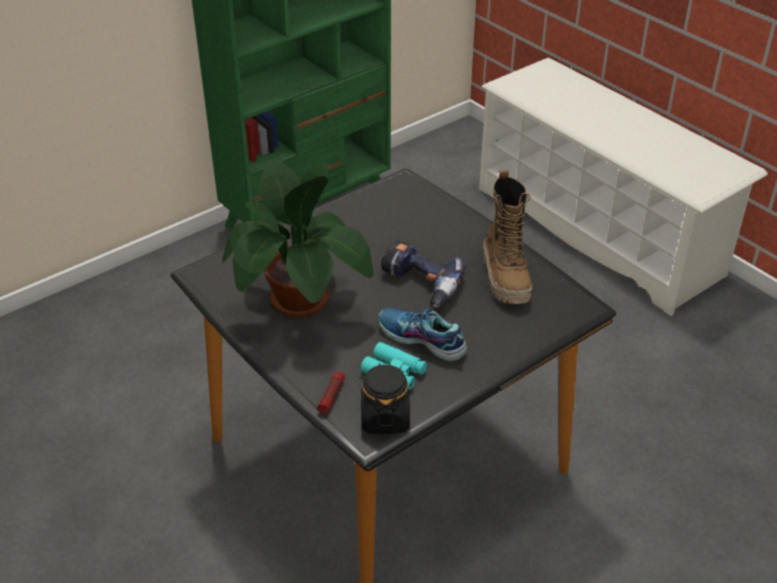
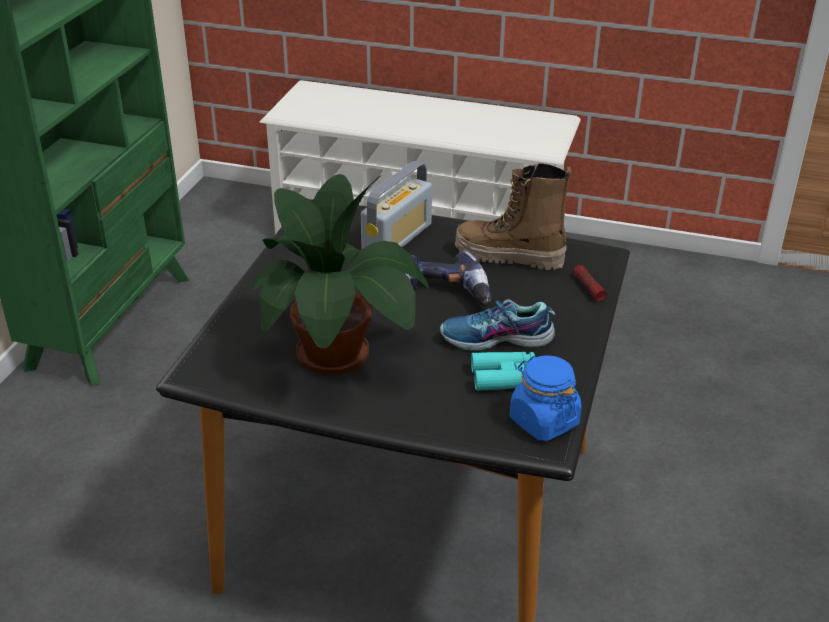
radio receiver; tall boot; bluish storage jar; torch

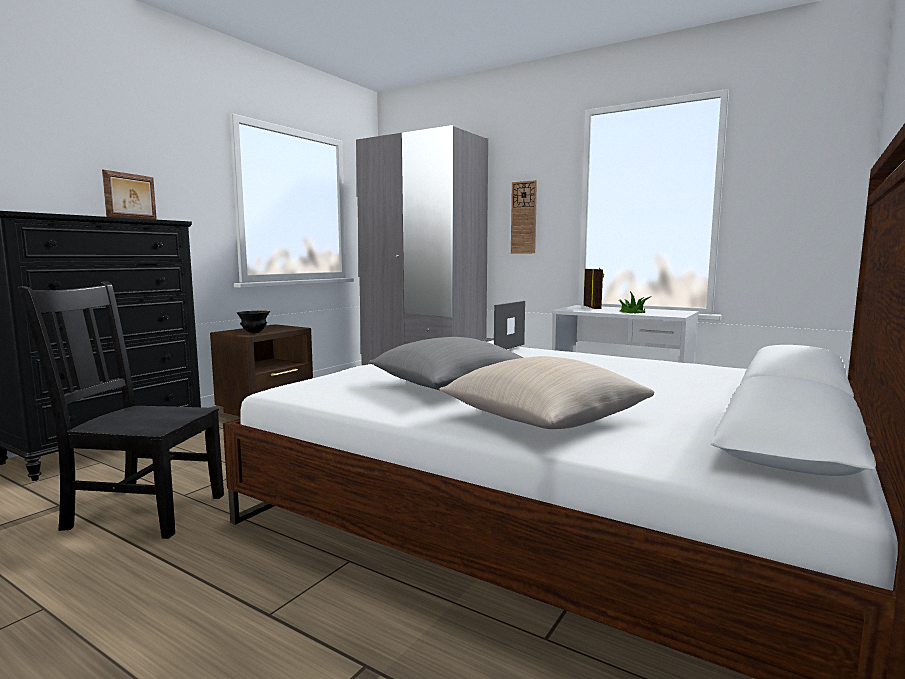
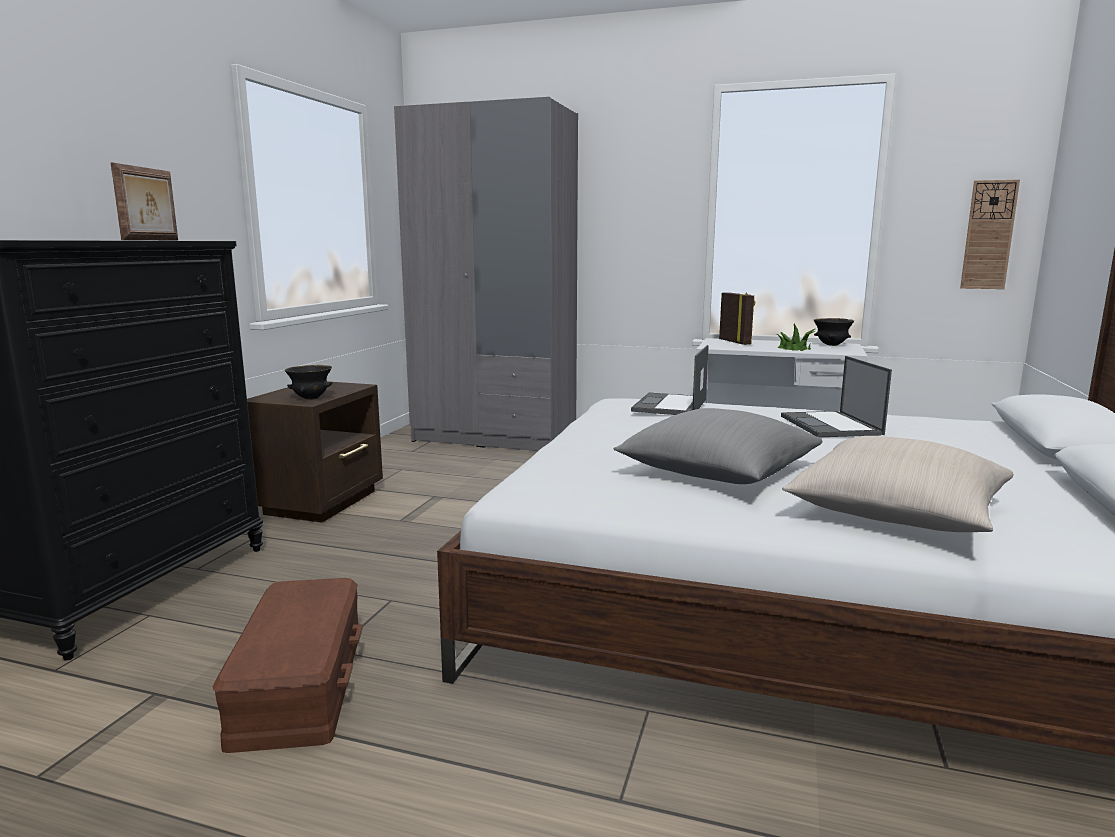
brownish storage container; notebook computer (2nd from left); black deep dish (2nd from left); hanging clock

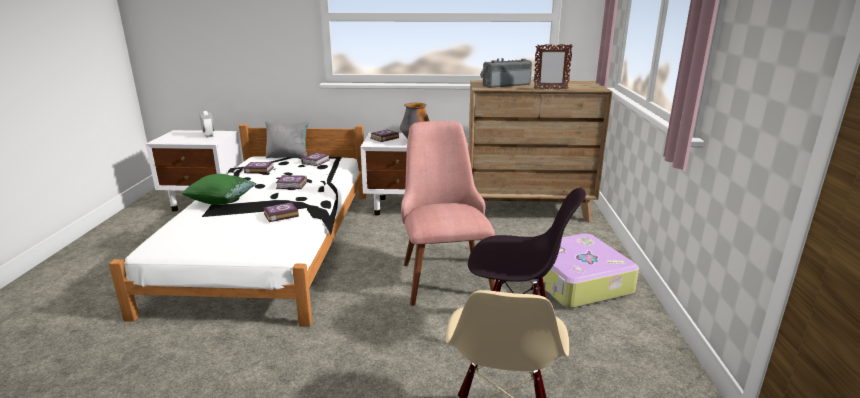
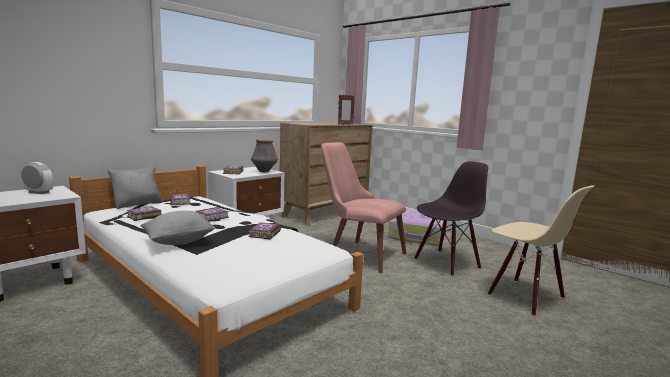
grey cushion (2nd from left); radio receiver

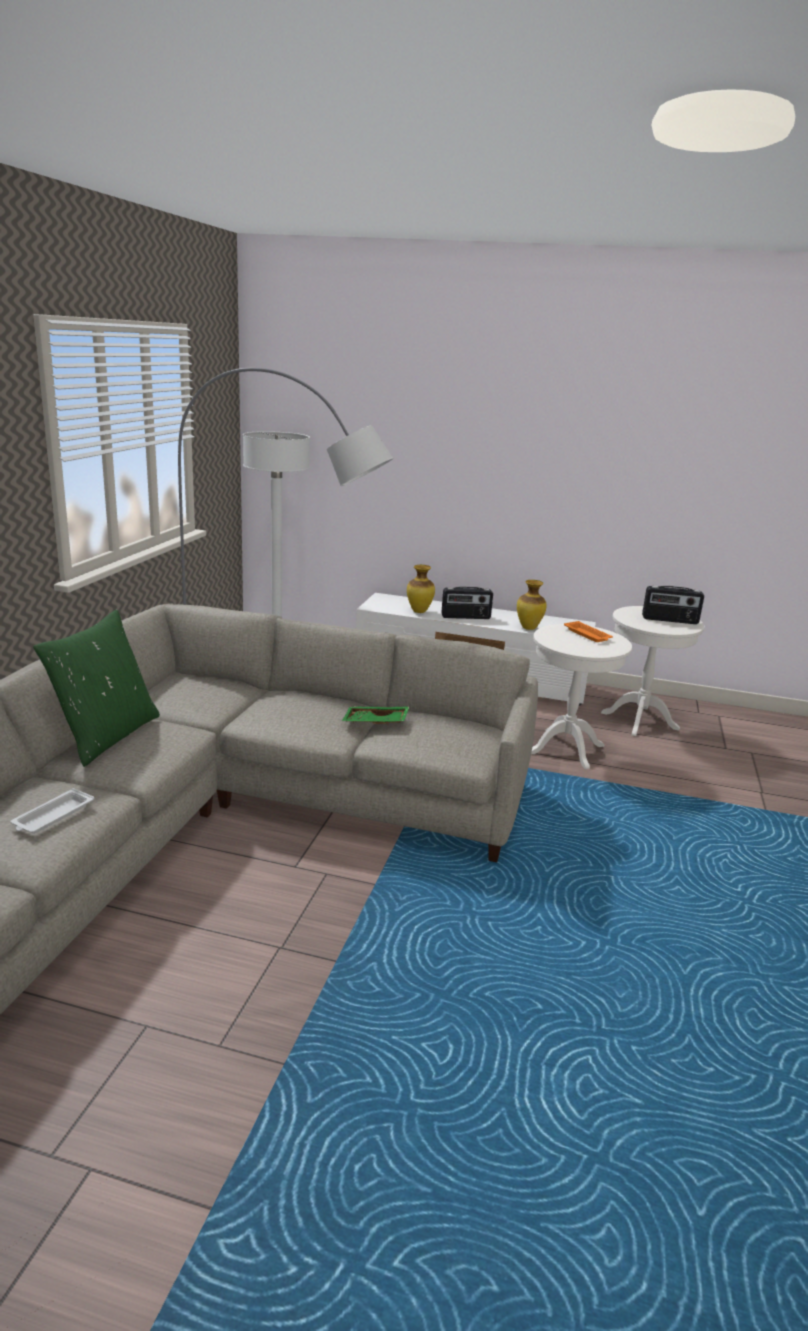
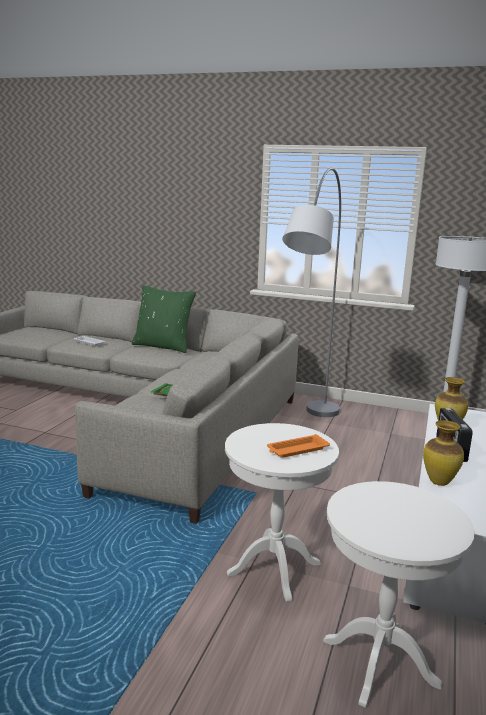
radio receiver (2nd from left in the first image)

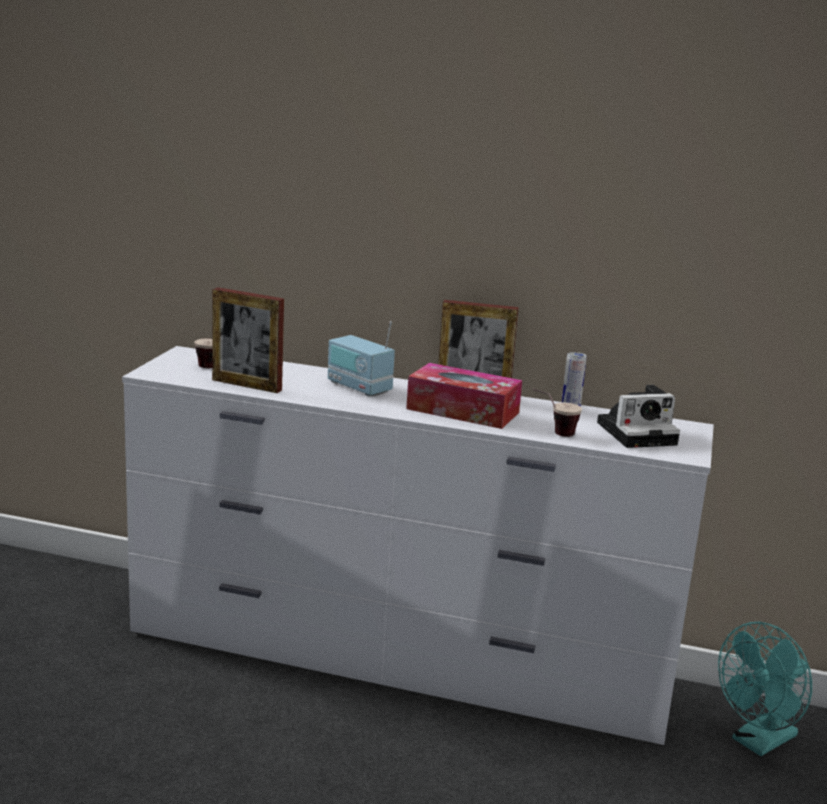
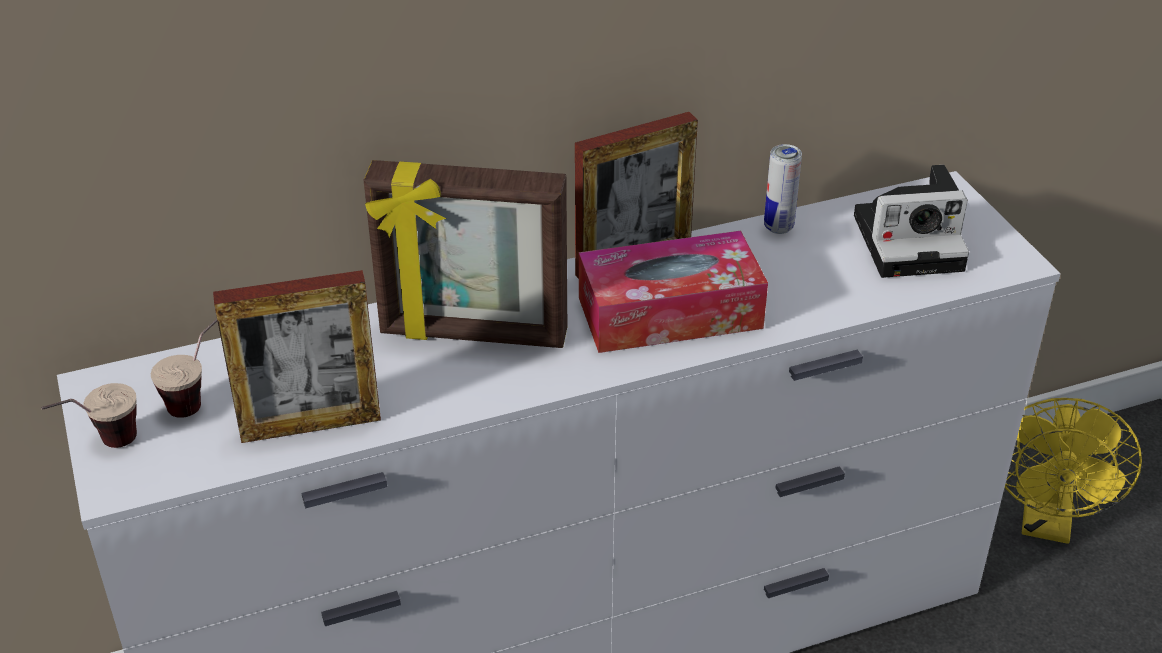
cup (1st from left); photo frame (2nd from left); photo camera; yellow fan

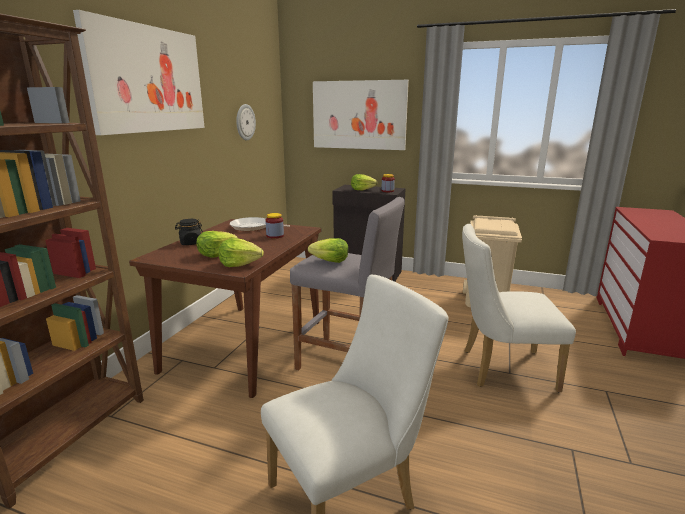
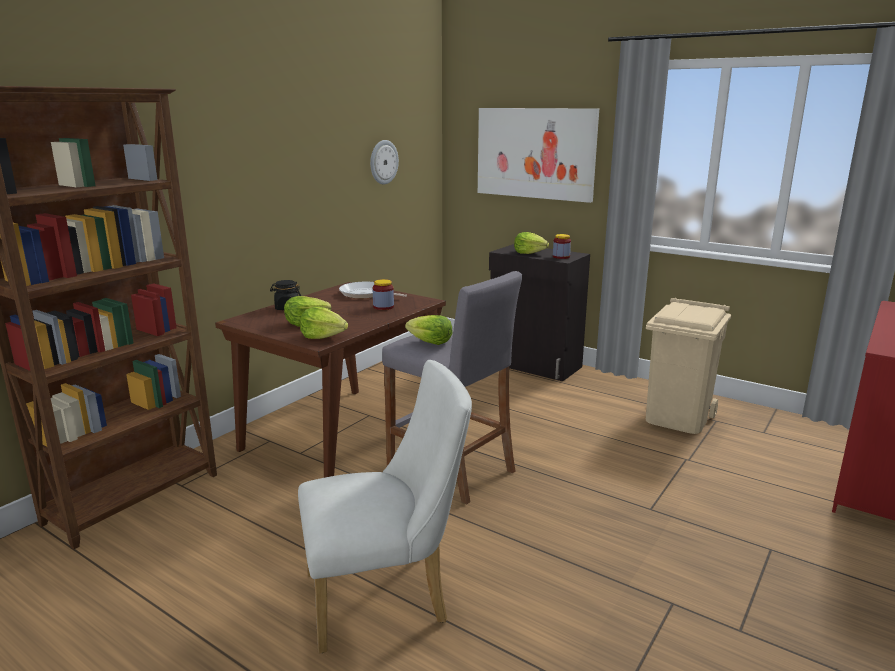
picture (1st from left in the first image); white-coloured chair (2nd from left in the first image)

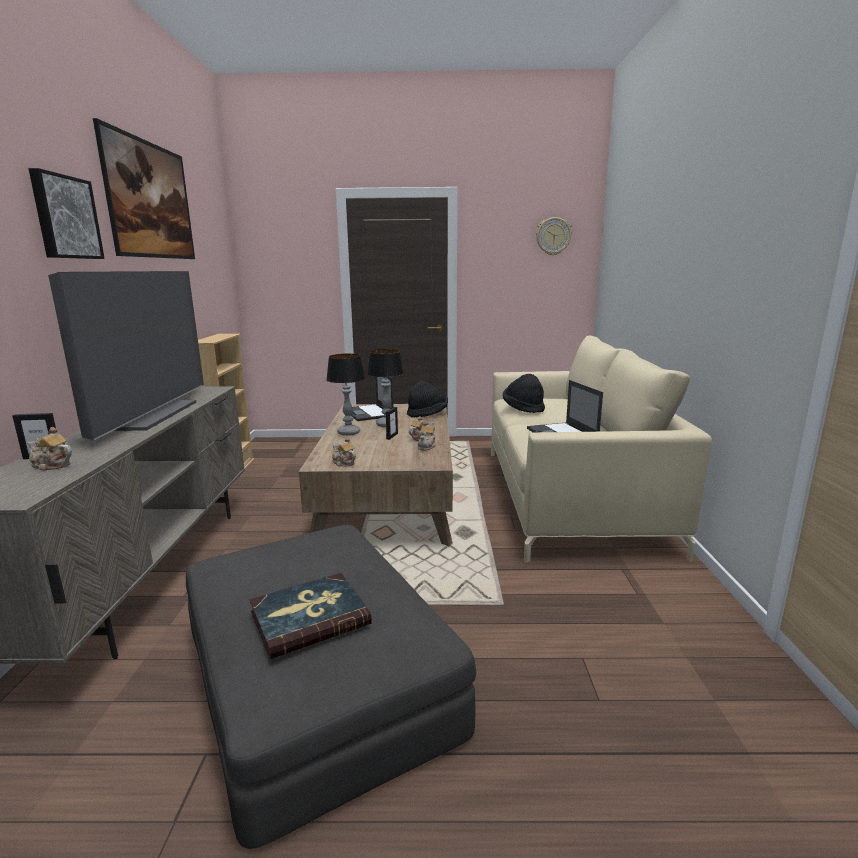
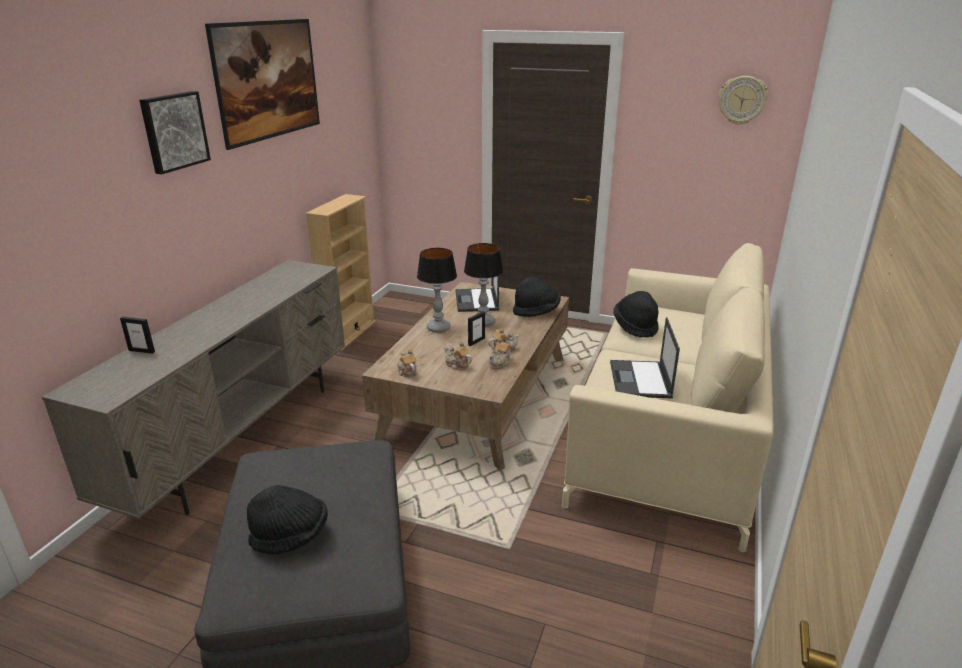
black clothing hat (1st from left); teapot (2nd from left); TV set

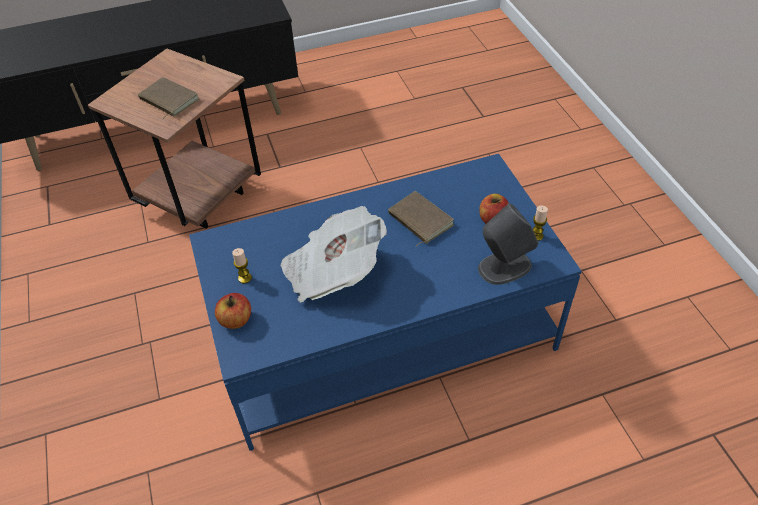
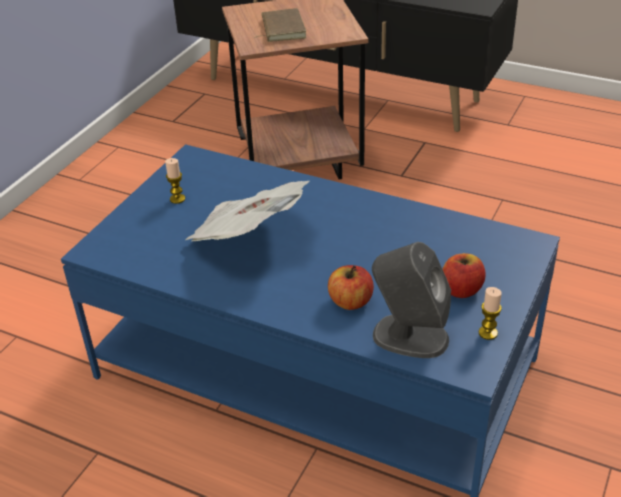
whole apple (1st from left); brownish book (2nd from left in the first image)

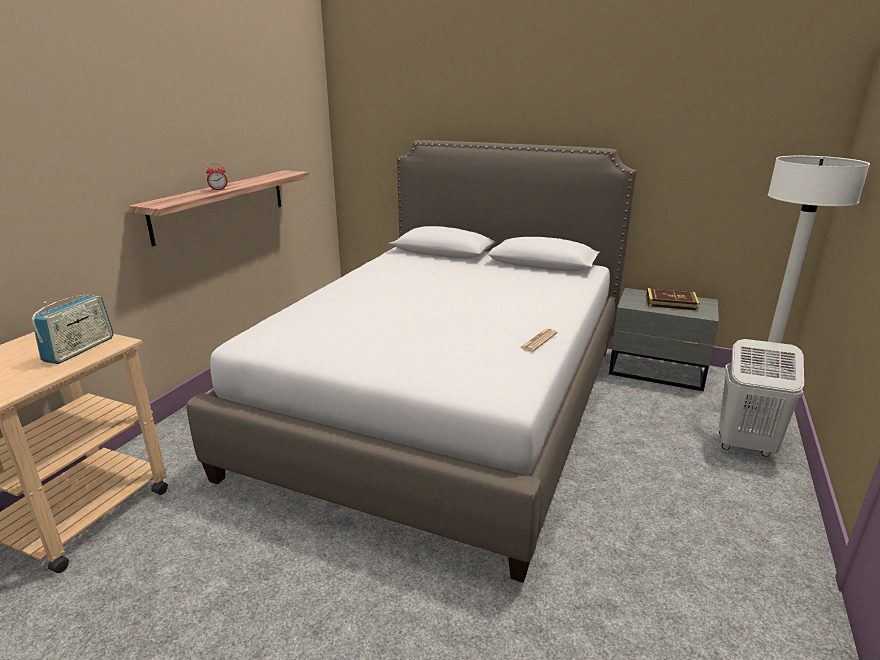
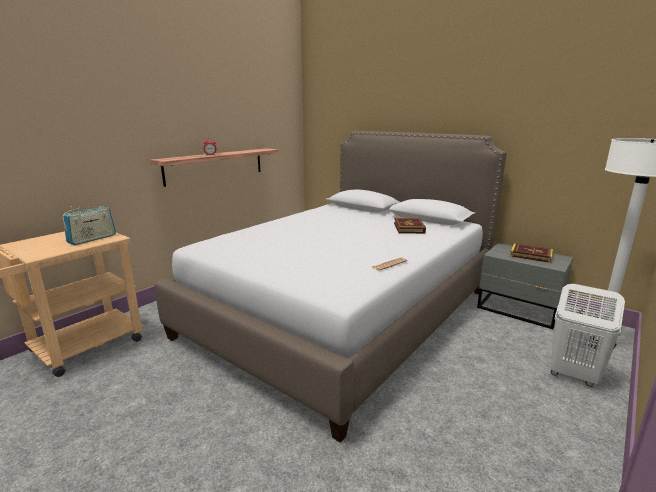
book (1st from left)

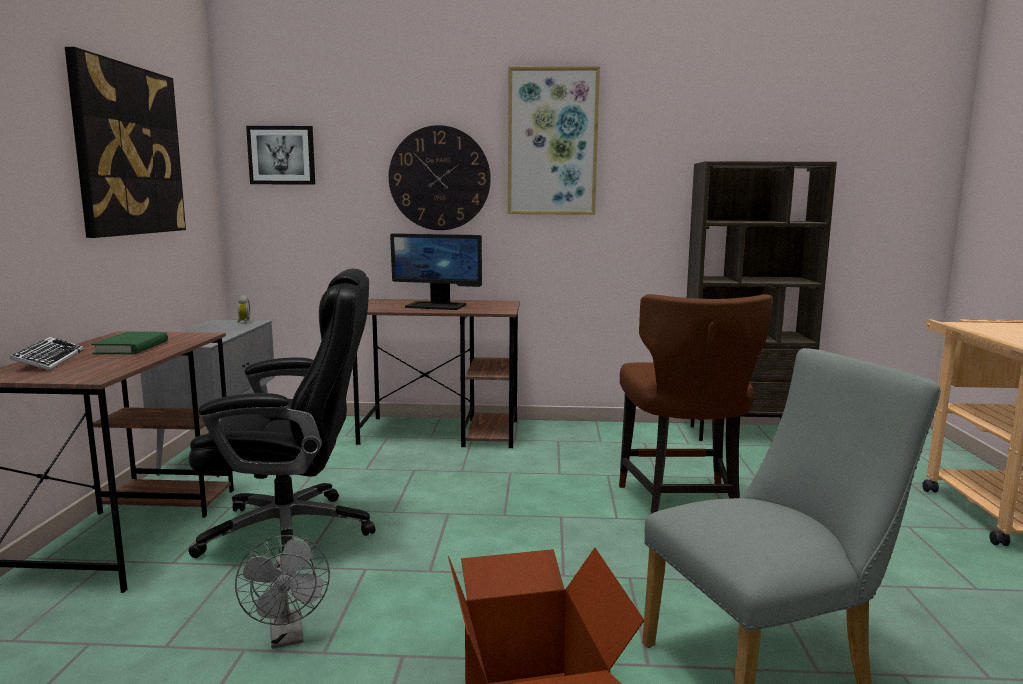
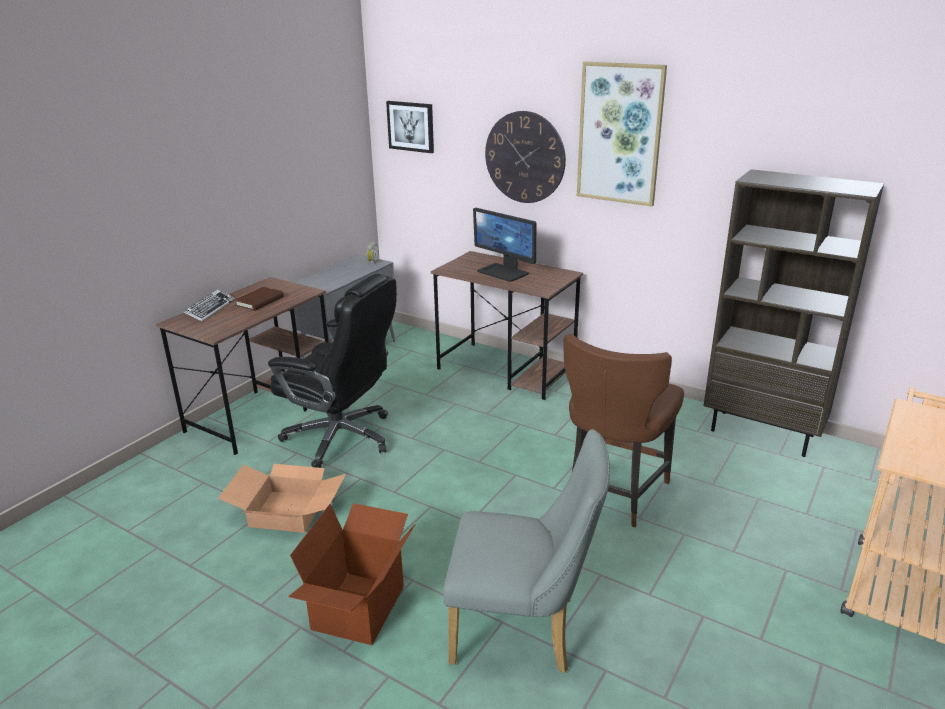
cardboard box (1st from left); brownish book; picture (1st from left in the first image)

